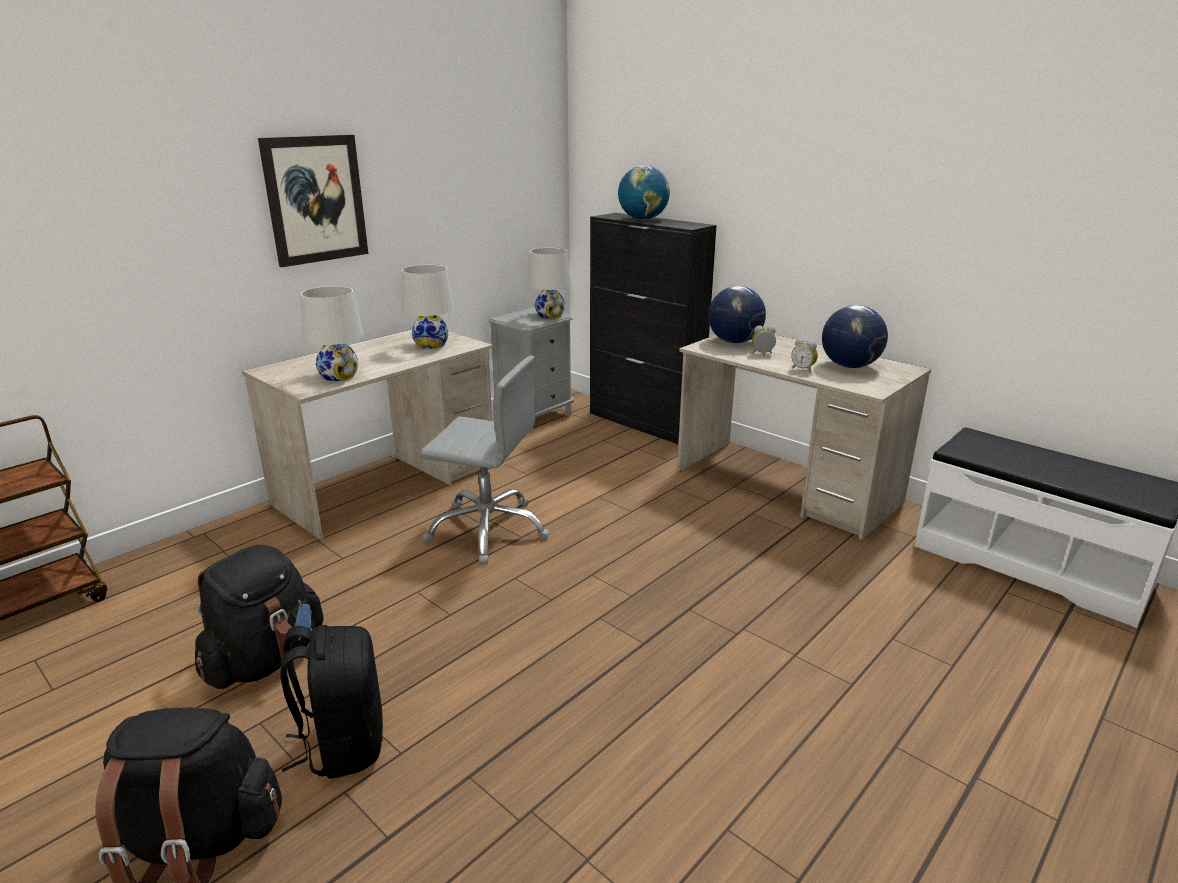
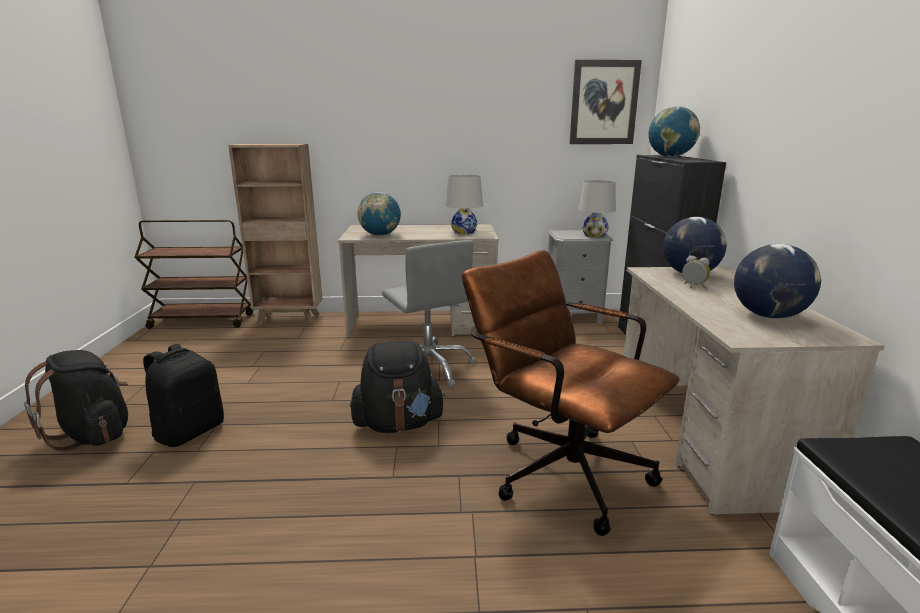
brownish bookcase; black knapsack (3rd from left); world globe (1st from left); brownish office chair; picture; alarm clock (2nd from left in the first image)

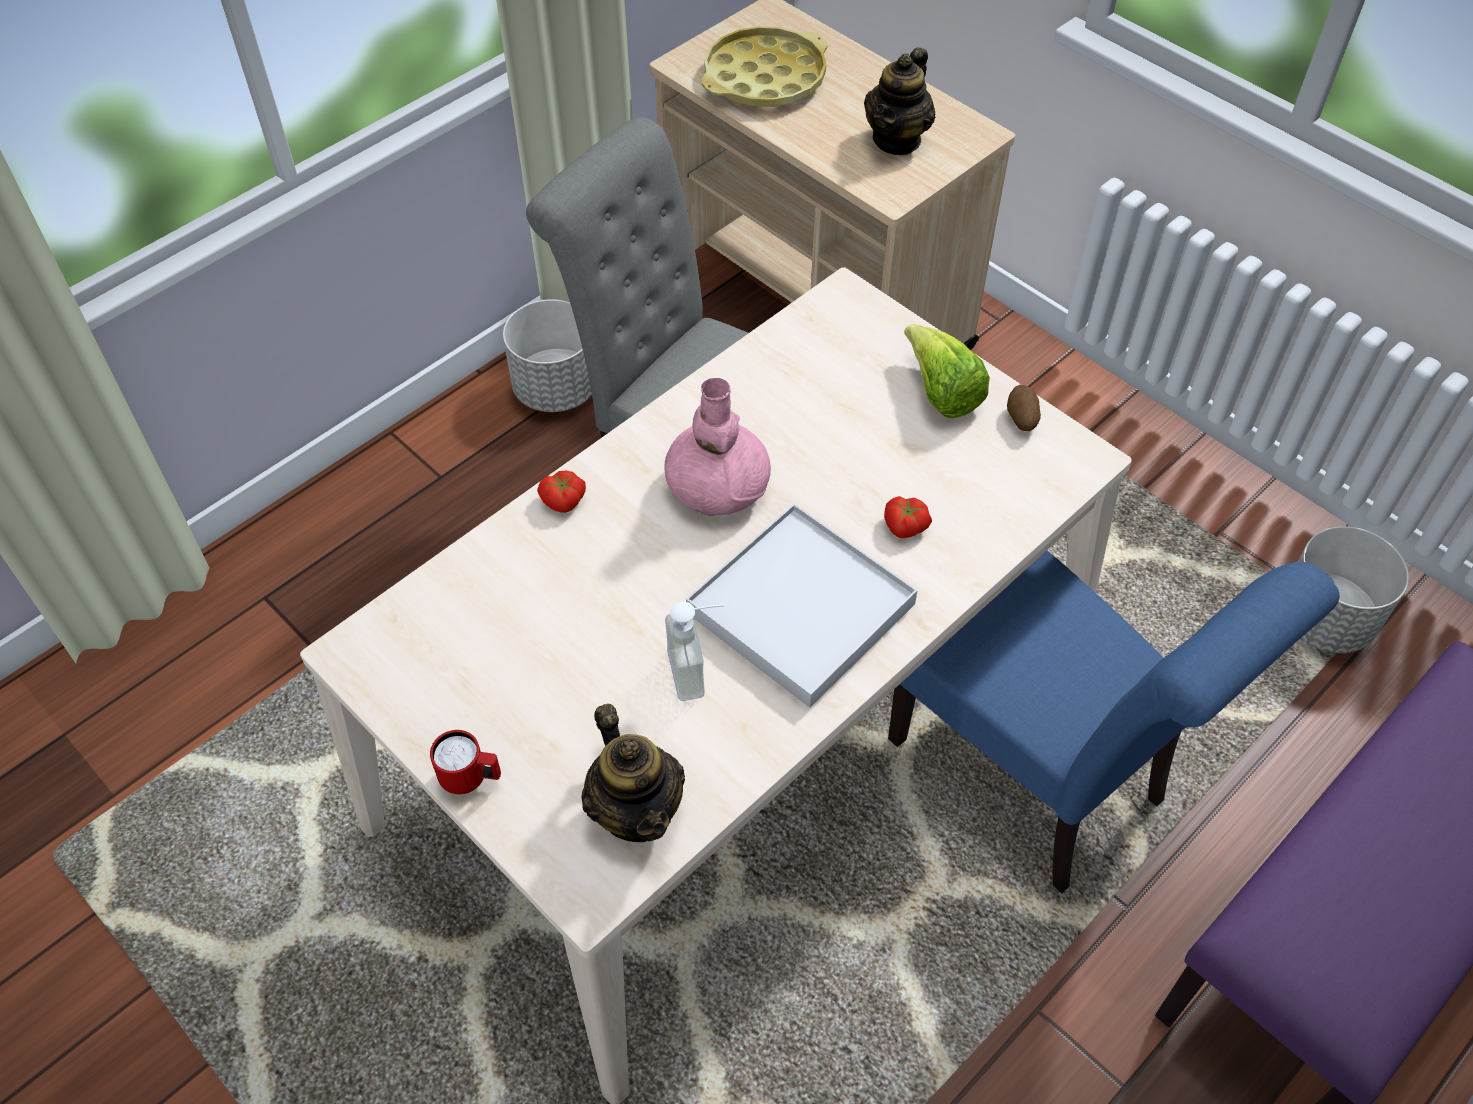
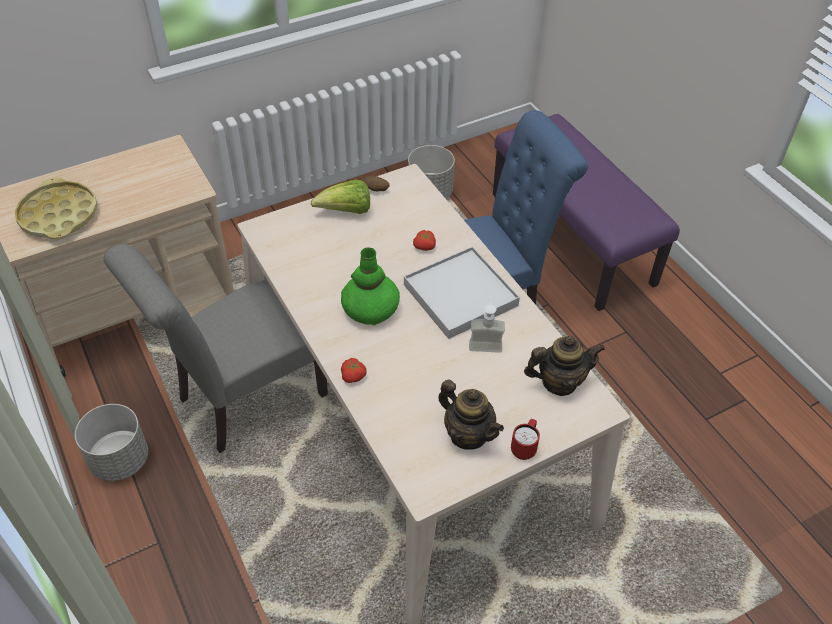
green-coloured decorative vase; teapot (1st from left)

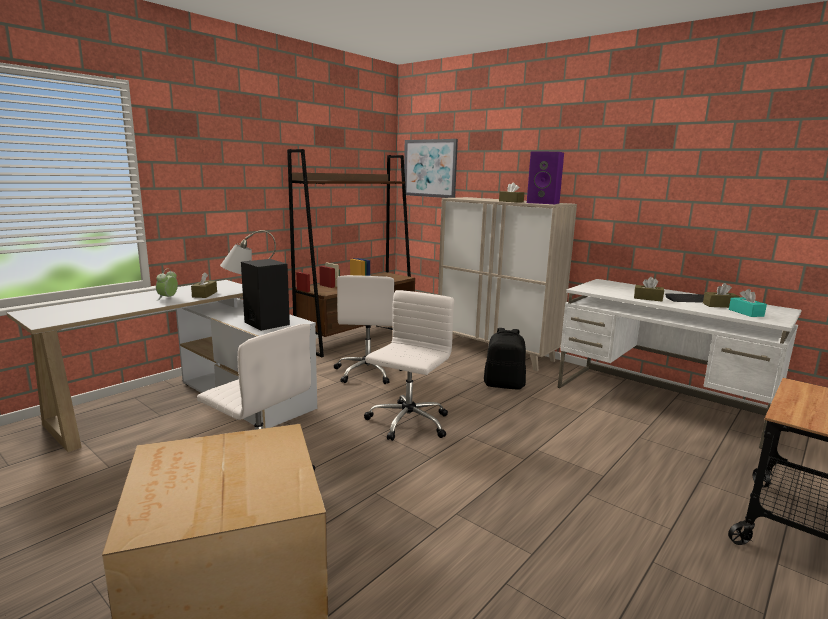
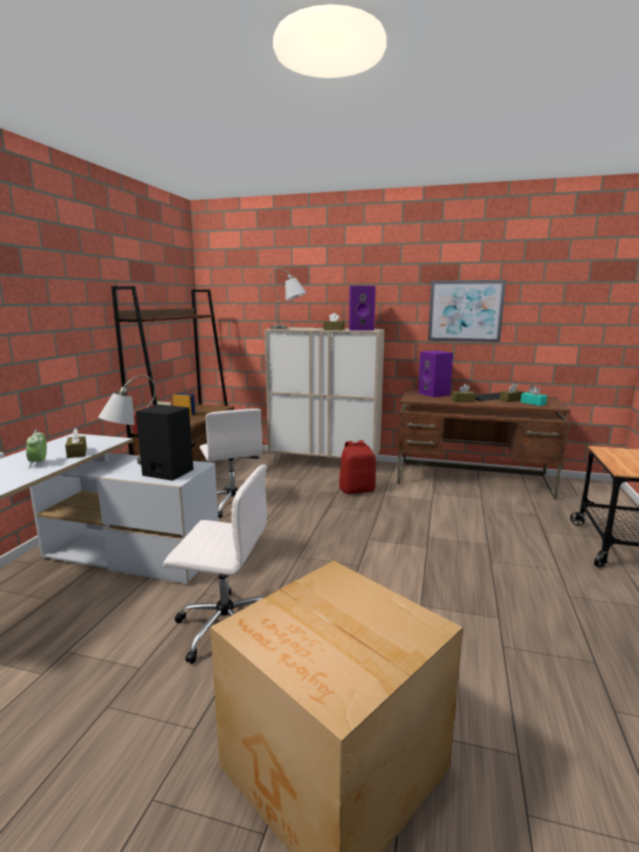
grey lamp for a table (2nd from left); reddish knapsack; brownish desk unit; purplish loudspeaker (2nd from left); picture; white-coloured office chair (3rd from left in the first image)

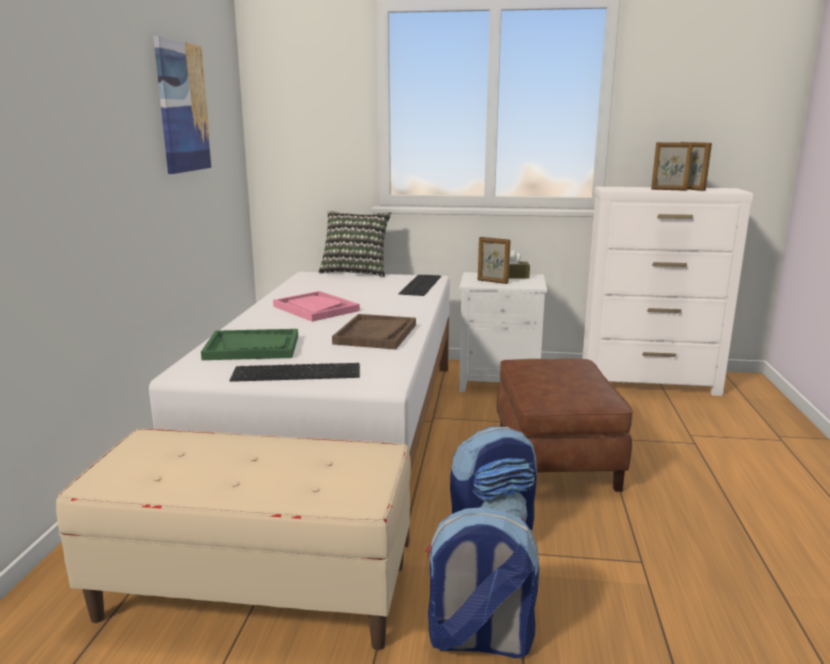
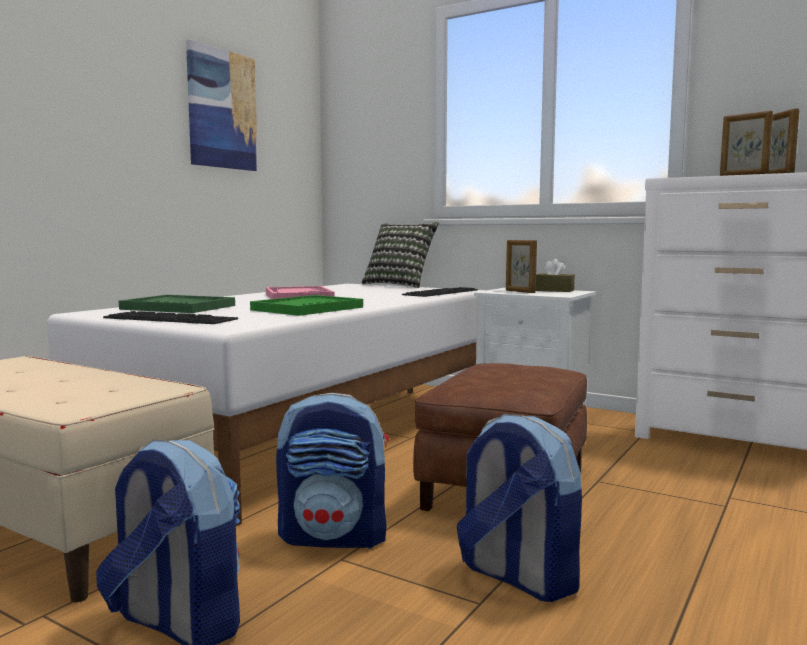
green-coloured serving tray (2nd from left); knapsack (3rd from left)

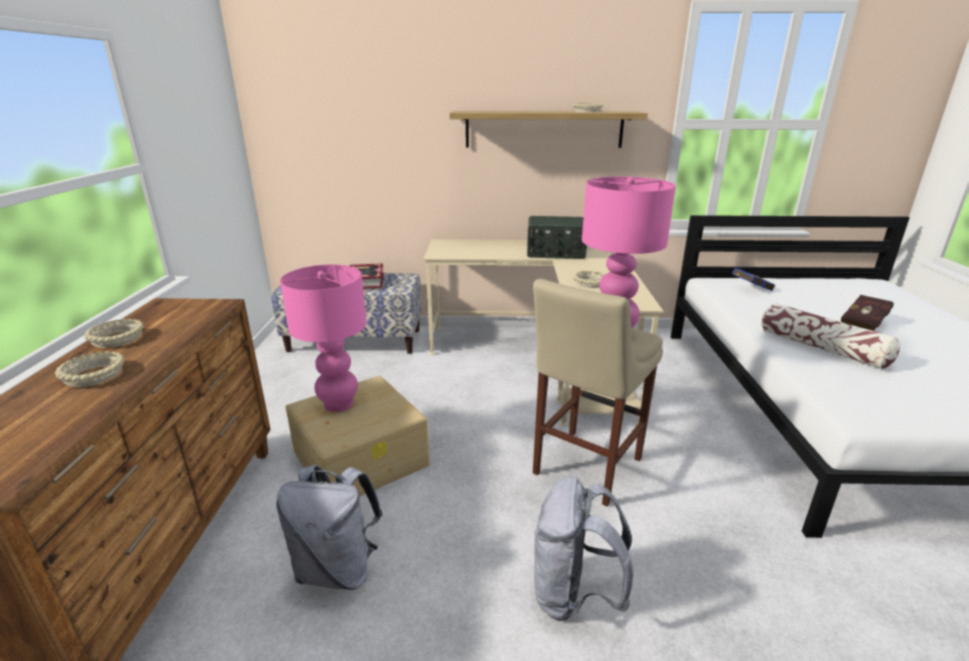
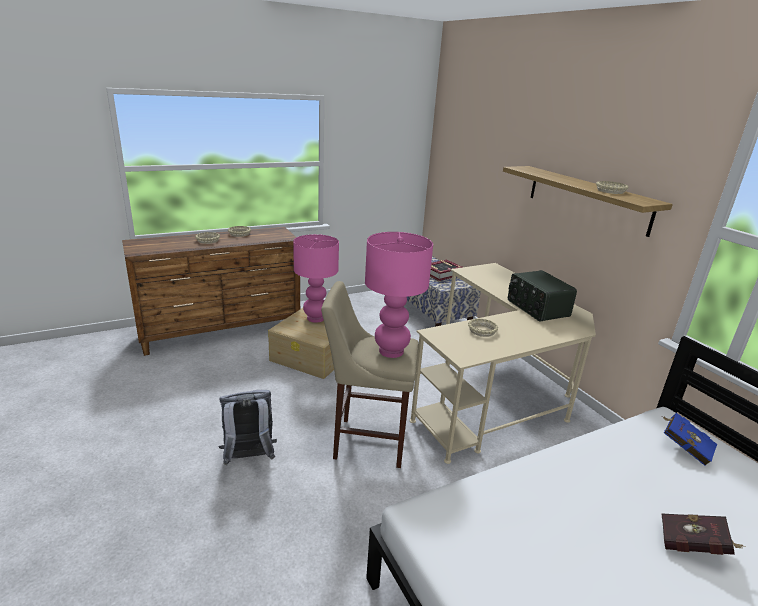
grey knapsack (1st from left in the first image); cushion

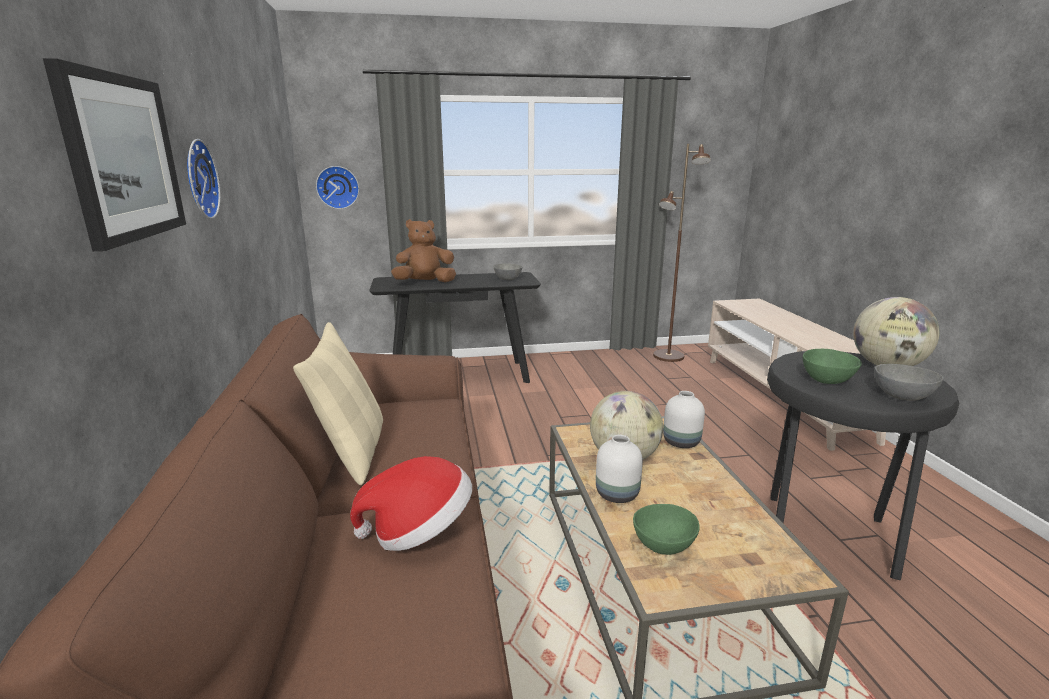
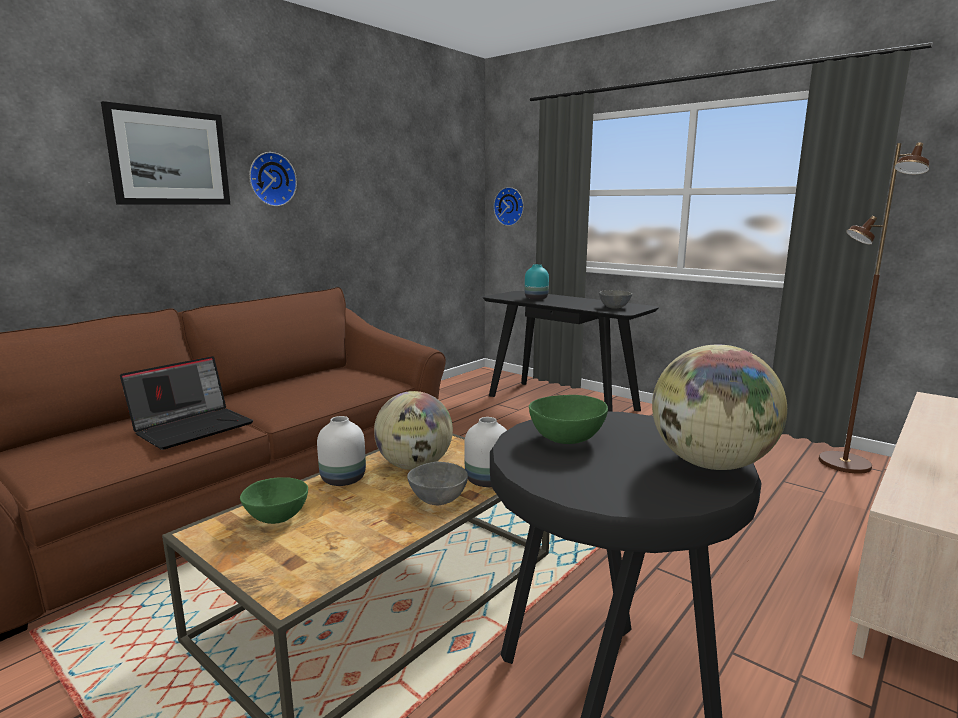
notebook computer; grey deep dish (1st from left); turquoise decorative vase; sand-coloured cushion

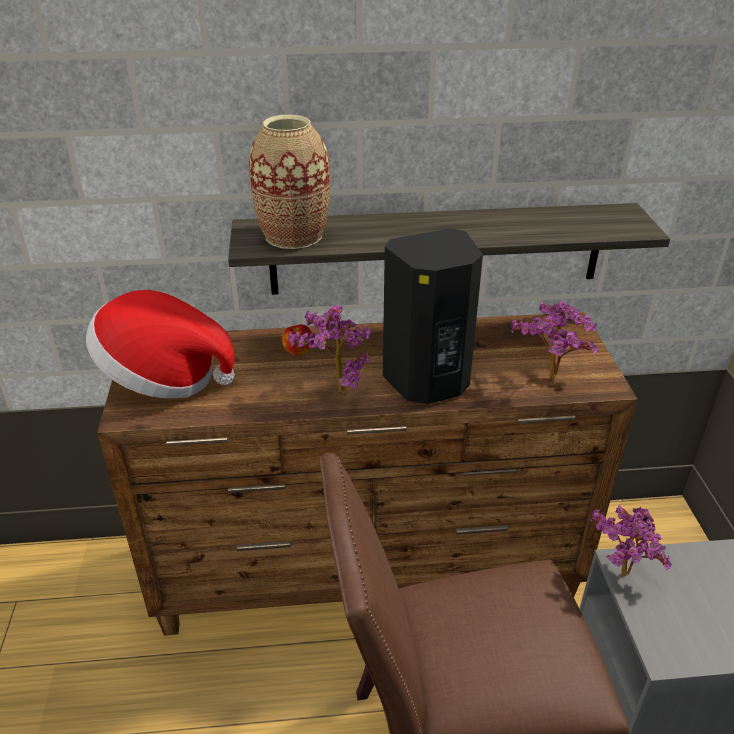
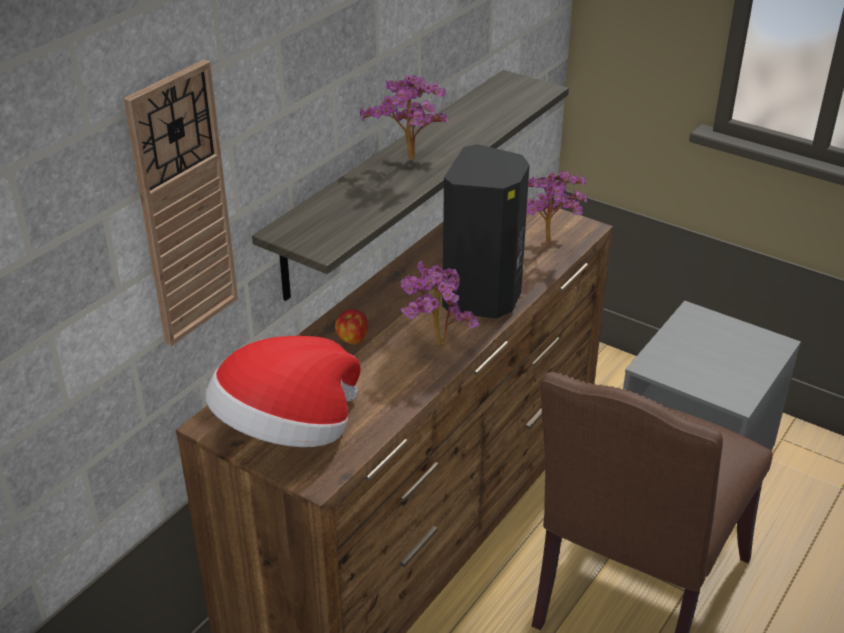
hanging clock; potted plant (1st from left); decorative vase

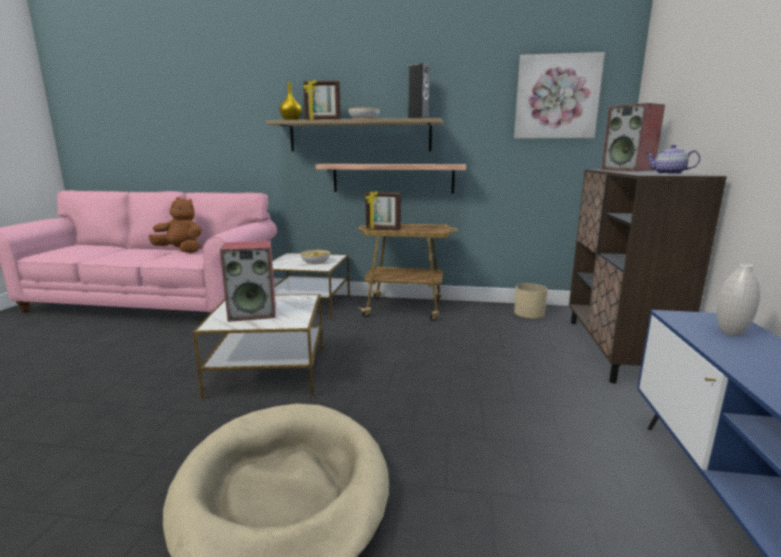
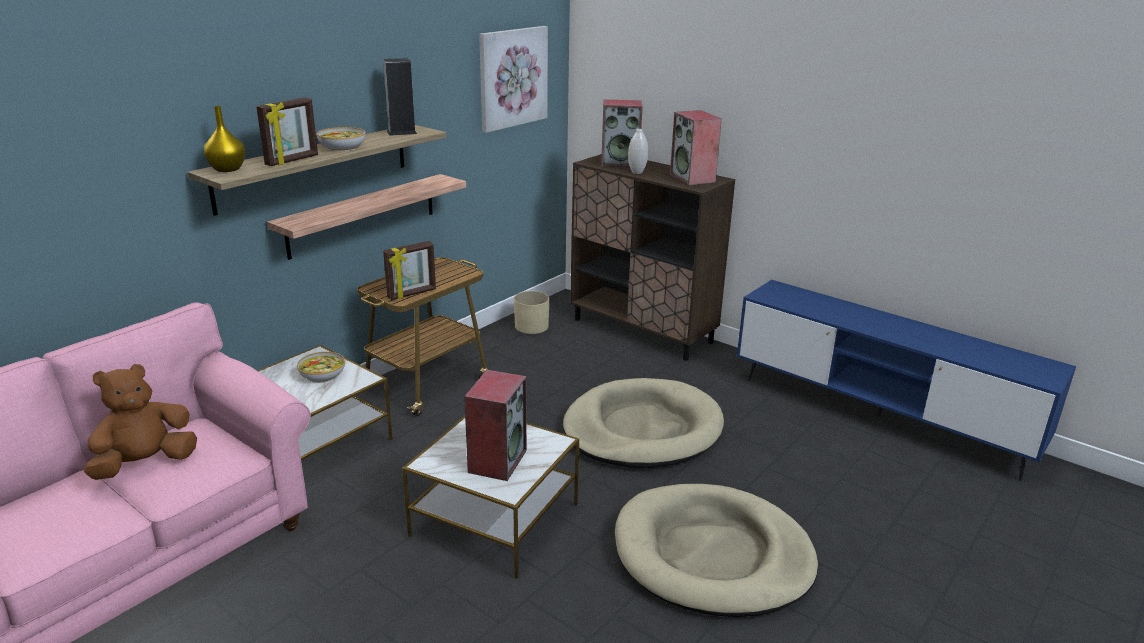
sand-coloured dog bed (1st from left); white-coloured decorative vase; loudspeaker (4th from left)

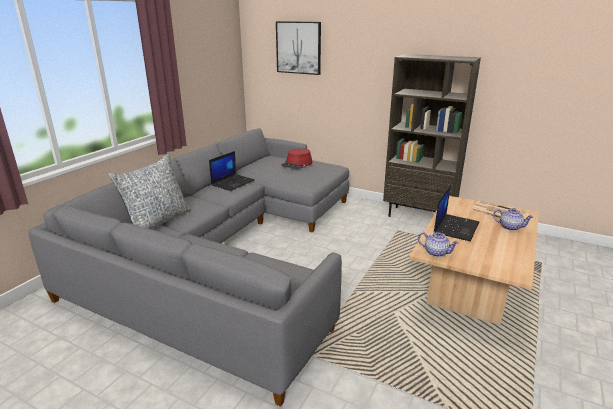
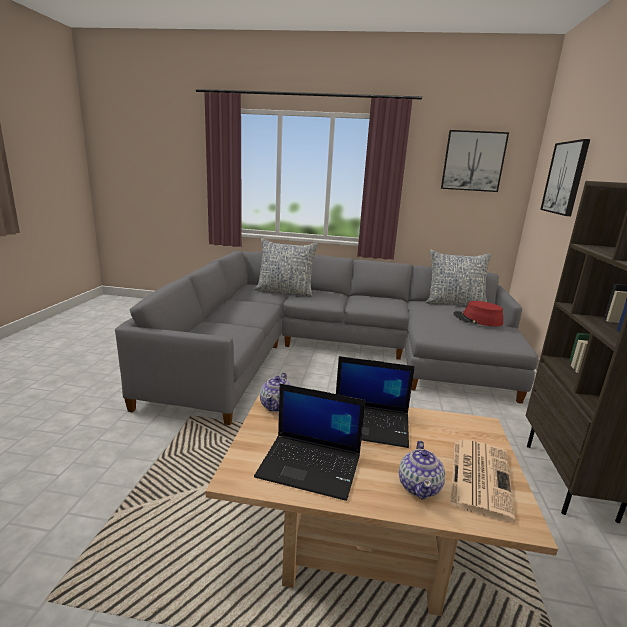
notebook computer (1st from left); cushion (2nd from left); picture (1st from left)

